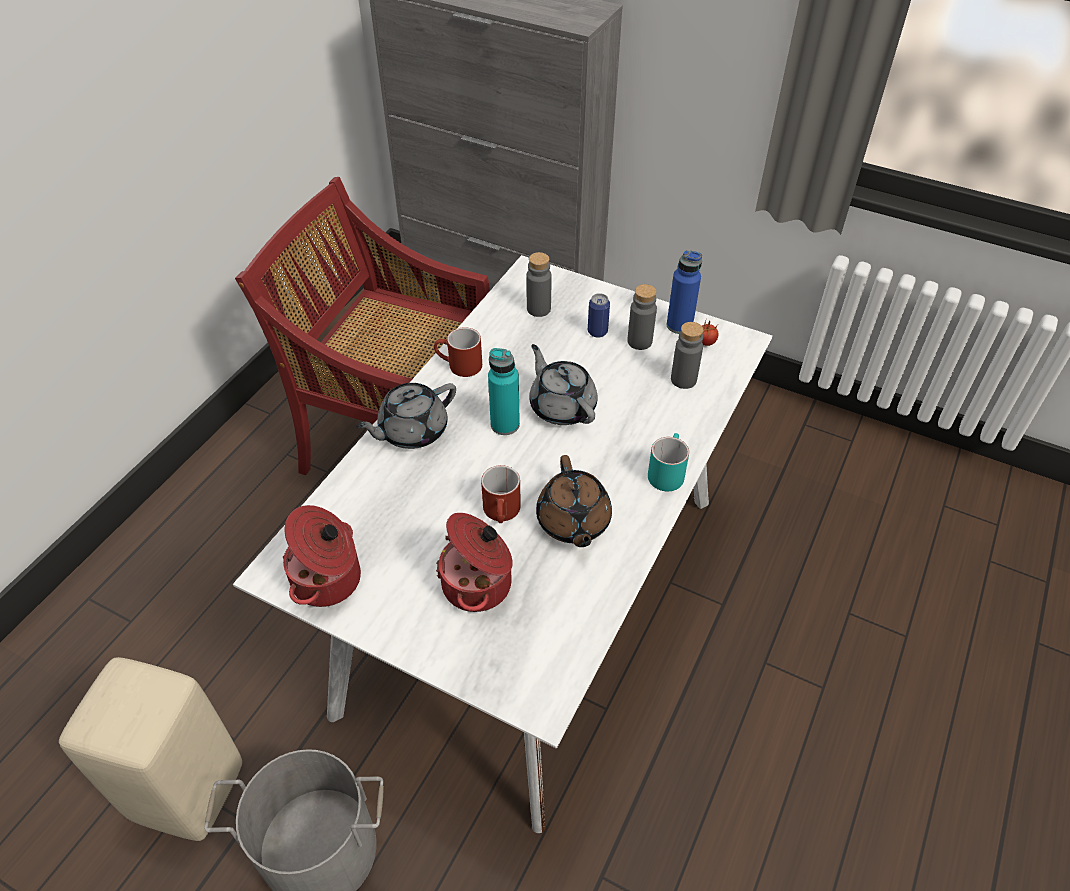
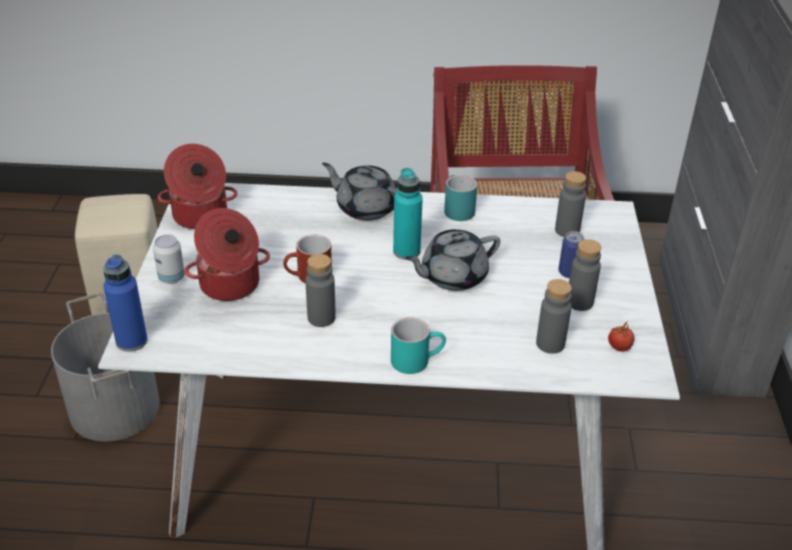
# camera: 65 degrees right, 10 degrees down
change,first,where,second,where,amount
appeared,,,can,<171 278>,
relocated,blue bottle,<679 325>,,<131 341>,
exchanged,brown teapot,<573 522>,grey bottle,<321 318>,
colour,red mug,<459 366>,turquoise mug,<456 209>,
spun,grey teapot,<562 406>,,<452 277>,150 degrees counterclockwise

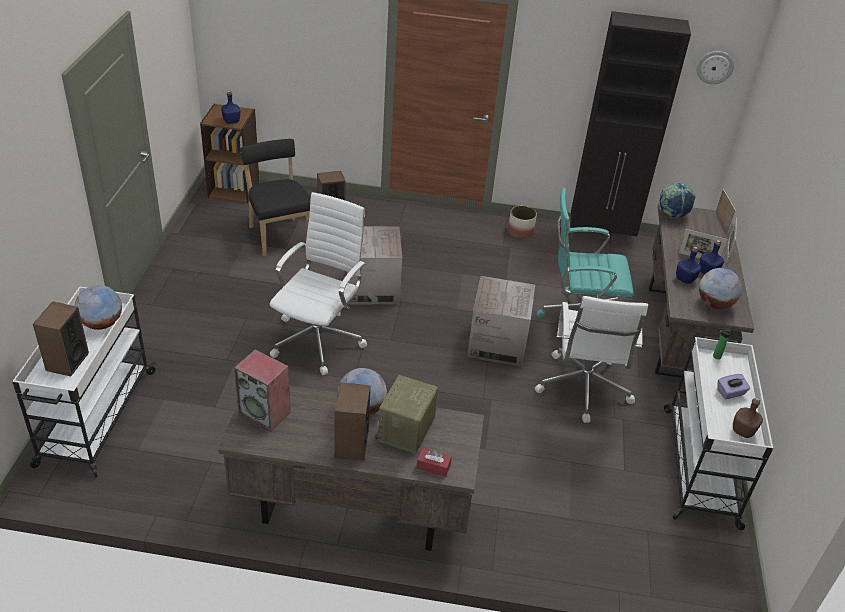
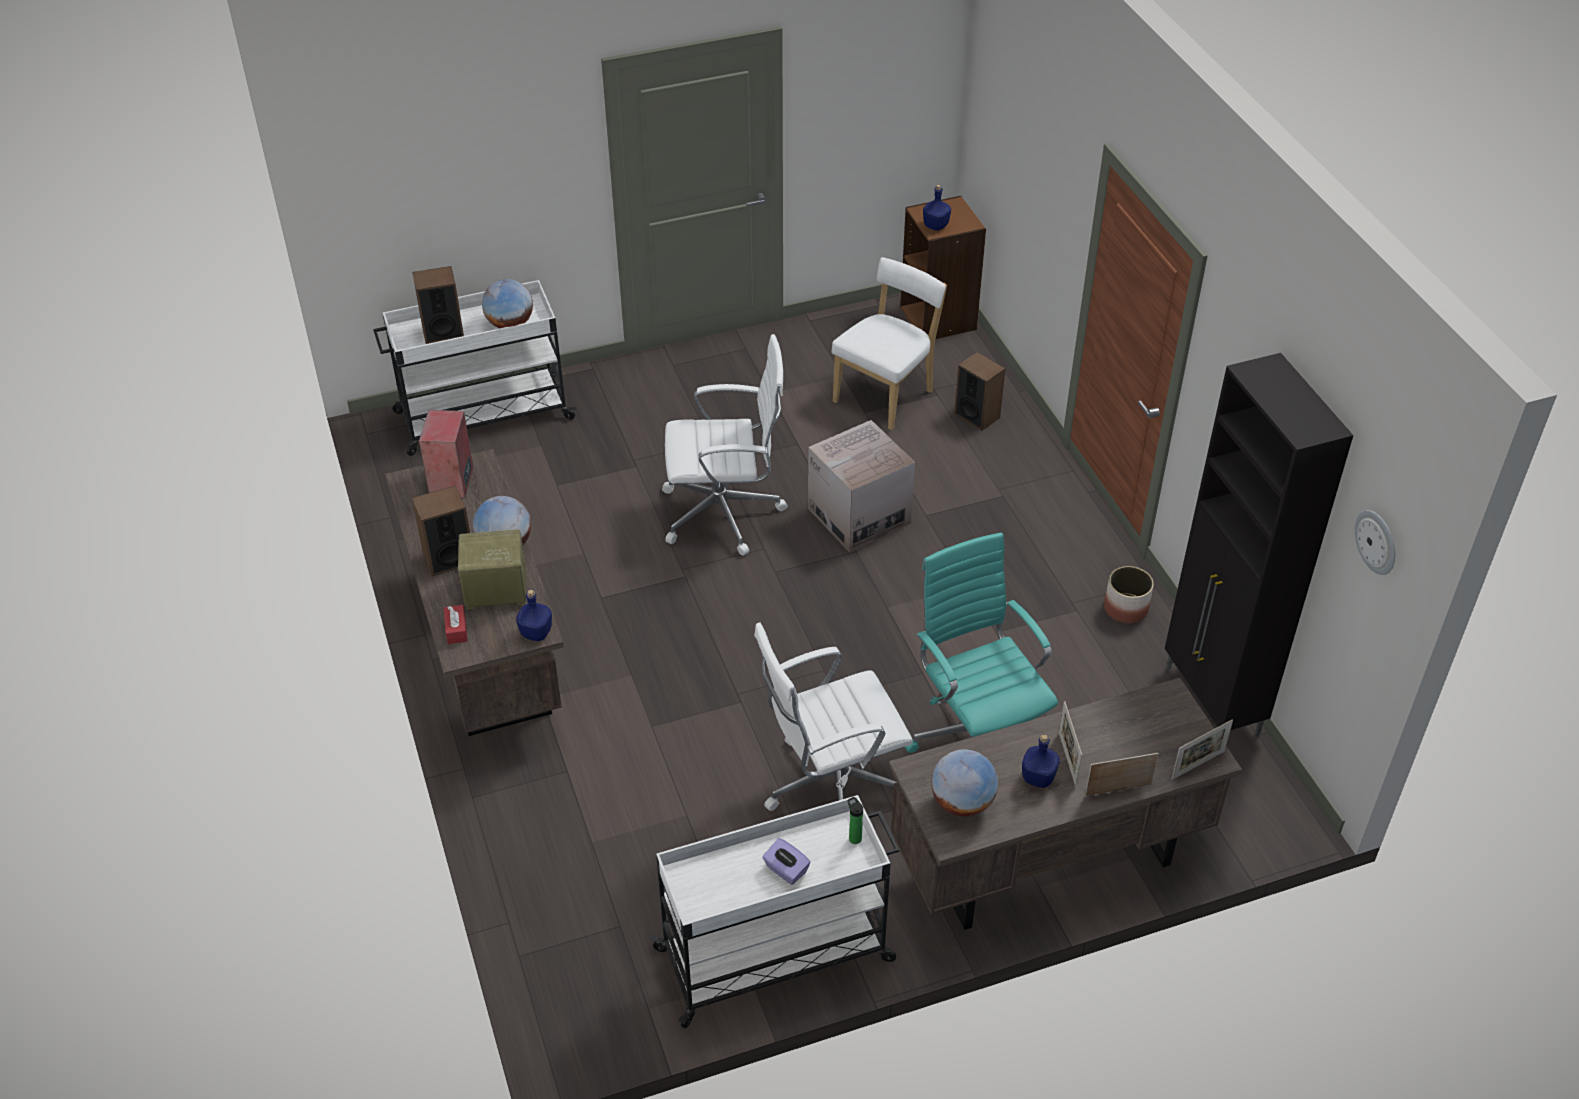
# camera: 65 degrees right, 5 degrees up
change,first,where,second,where,amount
missing,cardboard box,<497 343>,,,
missing,globe,<672 215>,,,
missing,brown bottle,<743 431>,,,
relocated,blue bottle,<685 279>,,<536 633>,
colour,black chair,<279 234>,white chair,<886 394>,

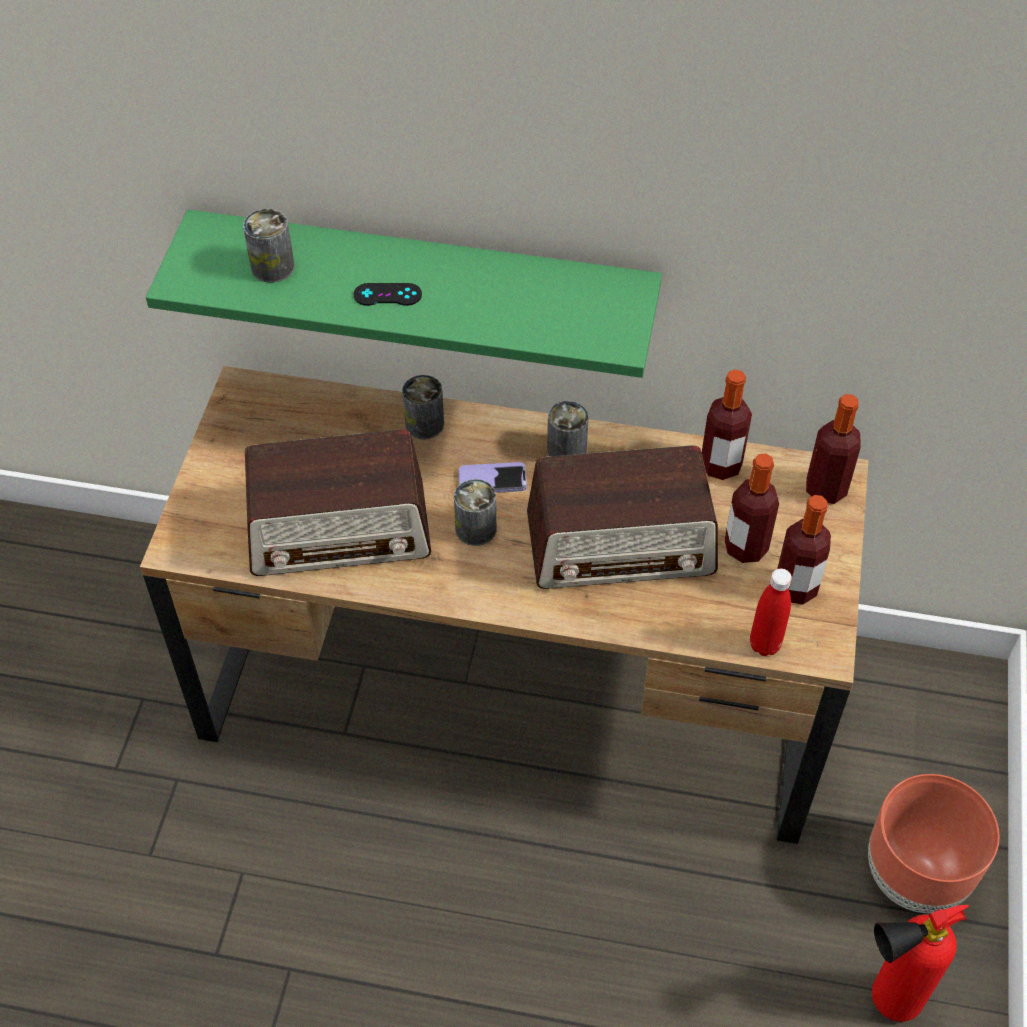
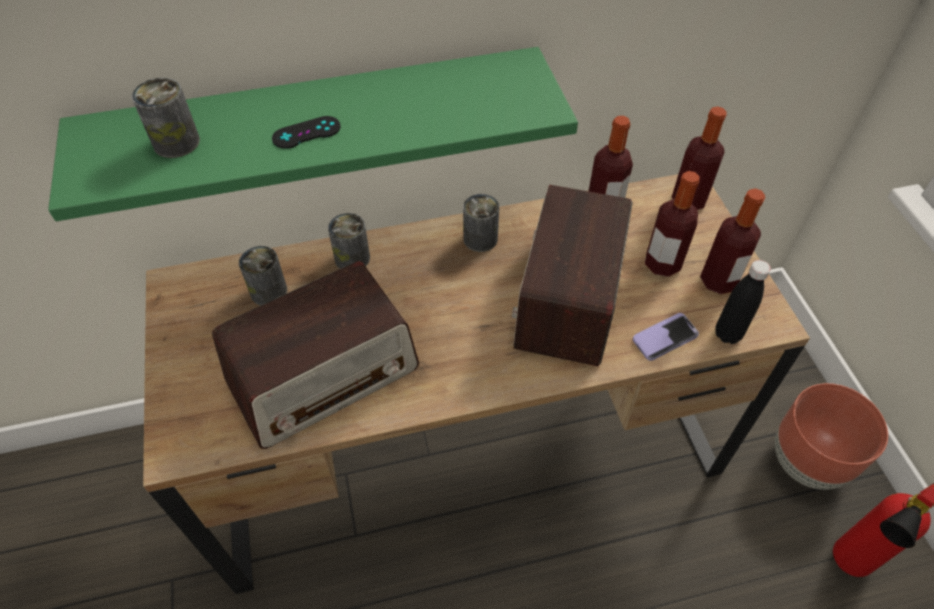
# camera: 25 degrees left, 0 degrees up
change,first,where,second,where,amount
relocated,can,<476 529>,,<269 291>,
relocated,phone,<492 480>,,<665 338>,
colour,red bottle,<764 644>,black bottle,<727 334>,
spun,radio,<621 544>,,<568 297>,135 degrees clockwise

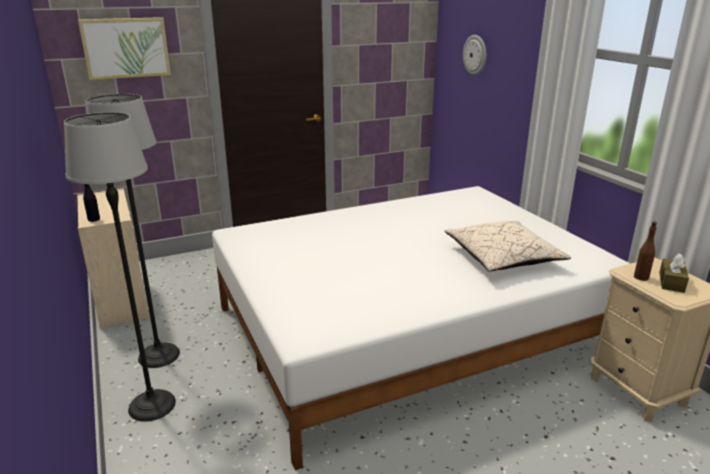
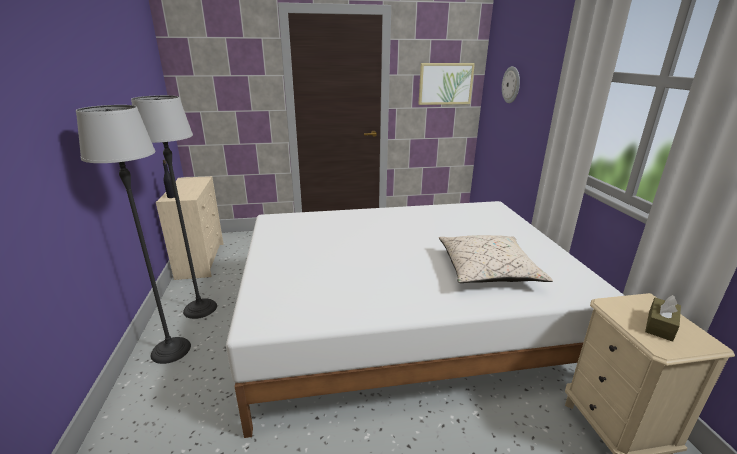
# camera: 15 degrees right, 0 degrees up
change,first,where,second,where,amount
missing,brown bottle,<641 277>,,,
relocated,picture,<126 48>,,<445 84>,

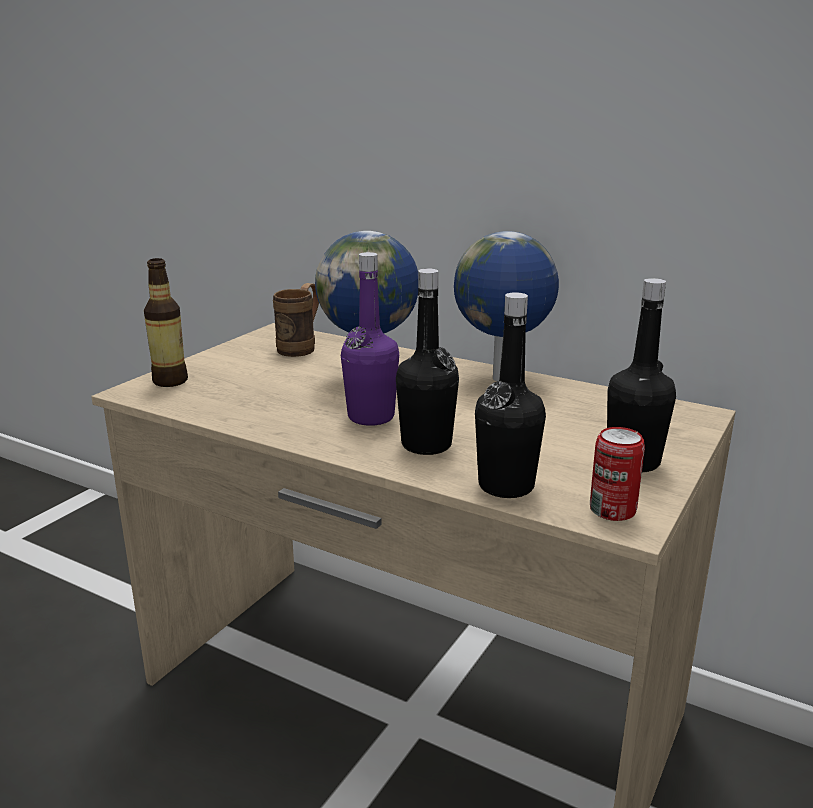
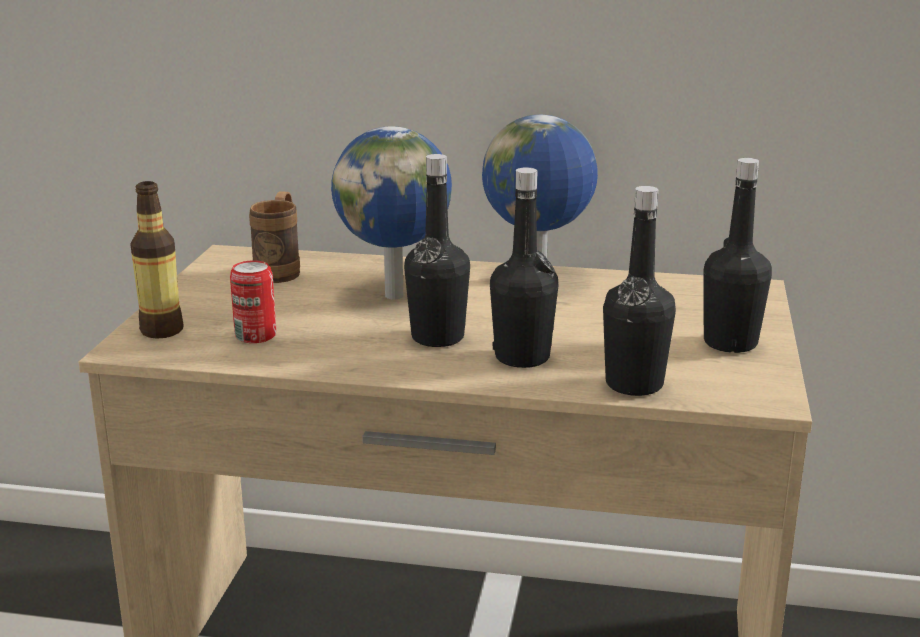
# camera: 20 degrees left, 0 degrees up
change,first,where,second,where,amount
relocated,can,<612 510>,,<255 336>,
colour,purple bottle,<371 417>,black bottle,<437 337>,

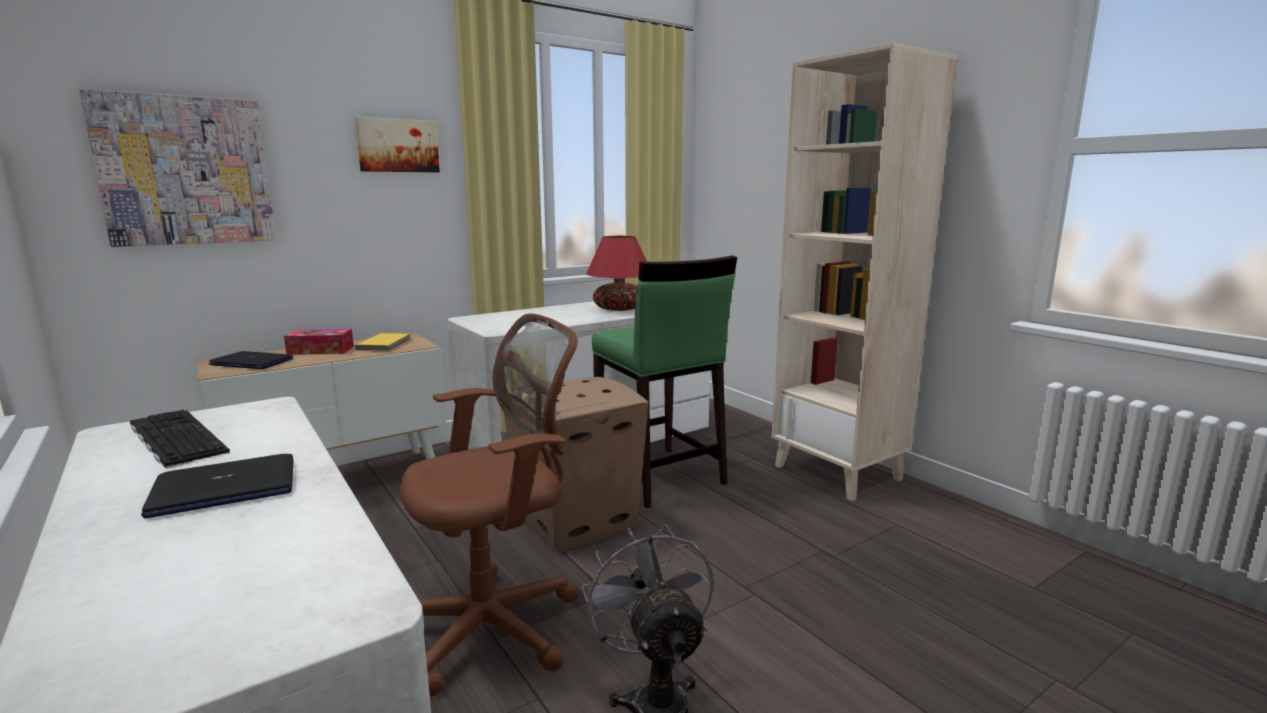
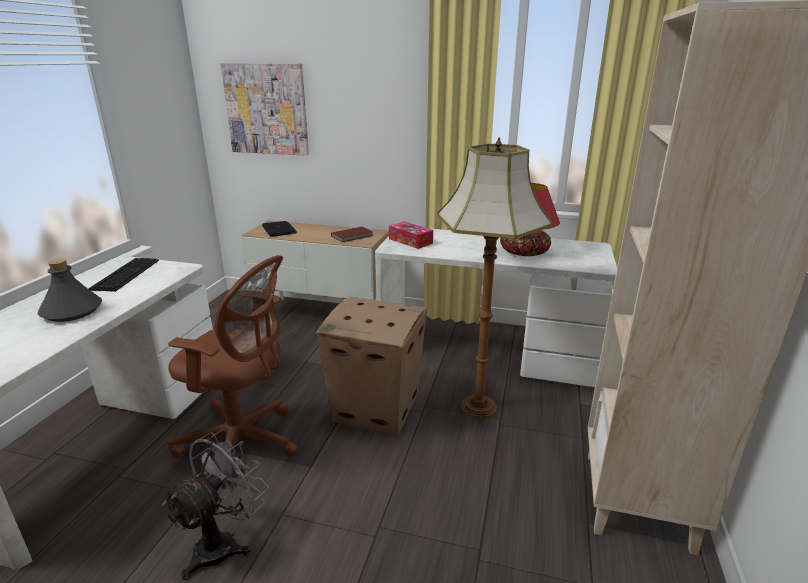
# camera: 50 degrees right, 10 degrees up
change,first,where,second,where,amount
missing,picture,<397 146>,,,
relocated,tissue box,<320 350>,,<410 241>,
exchanged,laptop,<224 488>,grey bottle,<72 311>,
exchanged,green stool,<658 477>,floor lamp,<478 408>,
colour,yellow book,<385 344>,brown book,<353 236>,

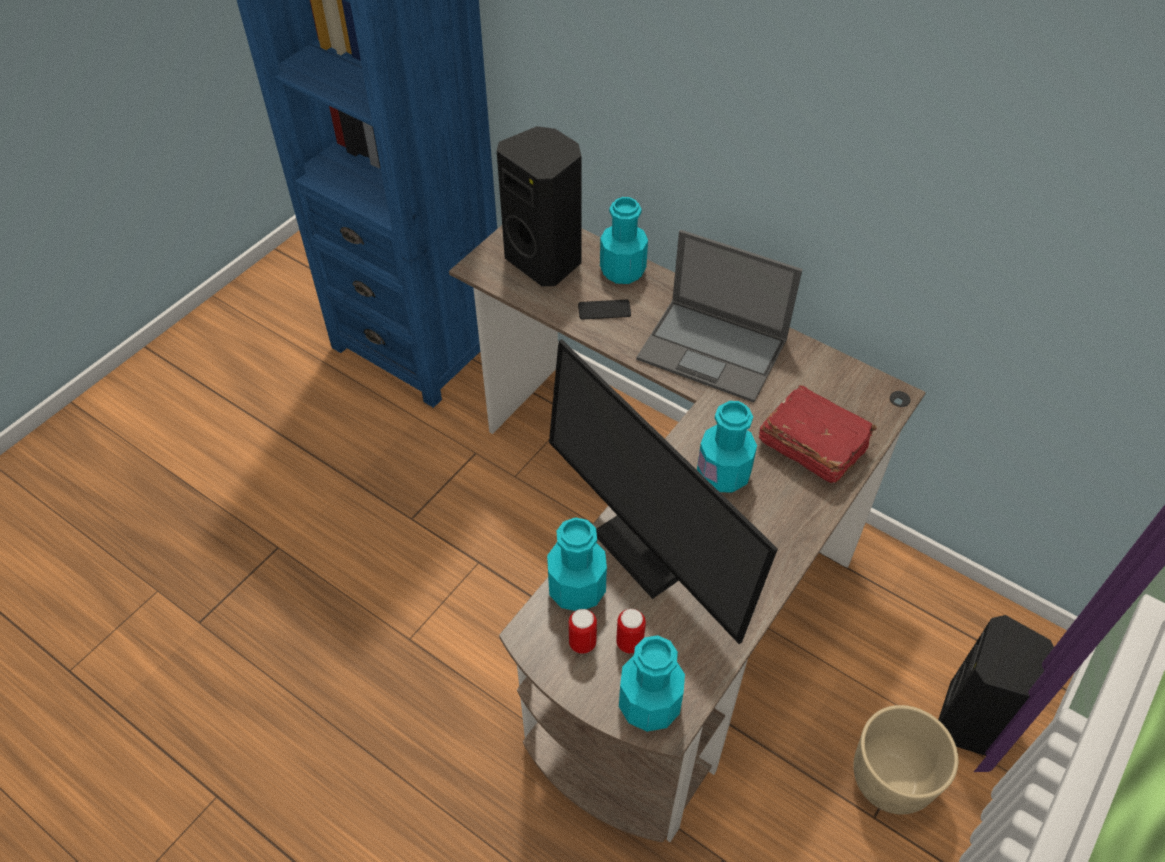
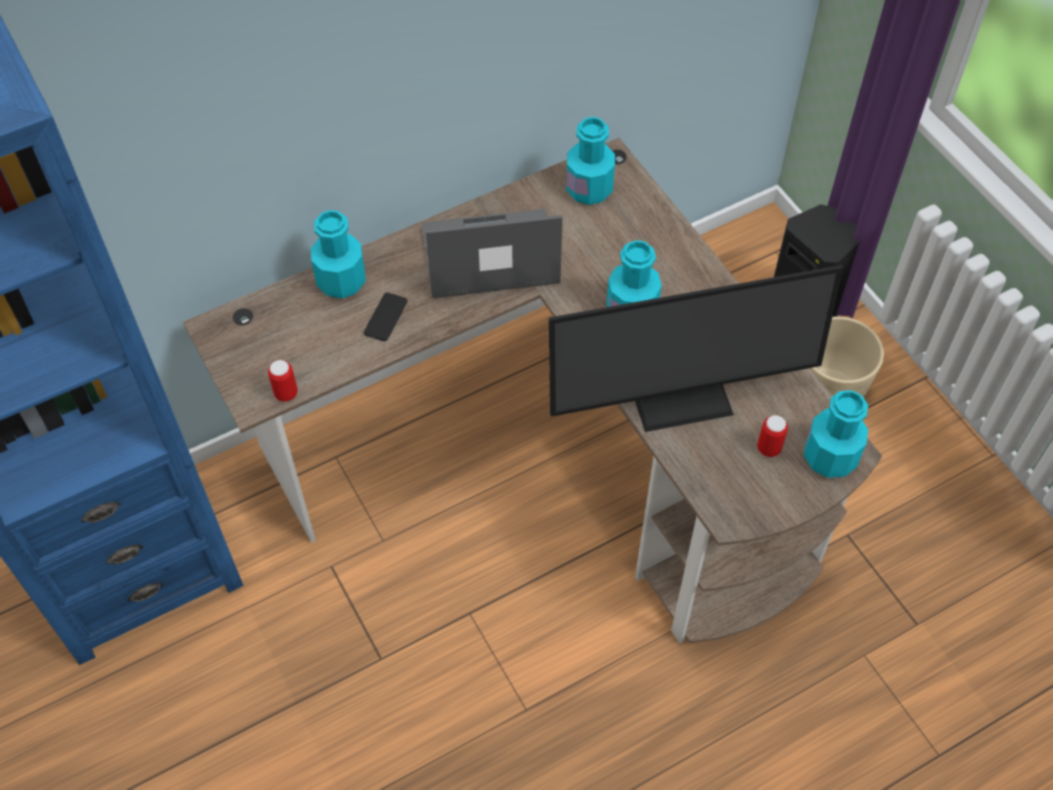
# camera: 65 degrees left, 5 degrees up
change,first,where,second,where,amount
missing,black speaker,<546 260>,,,
missing,red book,<811 445>,,,
relocated,turquoise bottle,<577 589>,,<589 189>,
relocated,can,<582 643>,,<286 393>,
spun,laptop,<714 349>,,<488 255>,150 degrees counterclockwise

